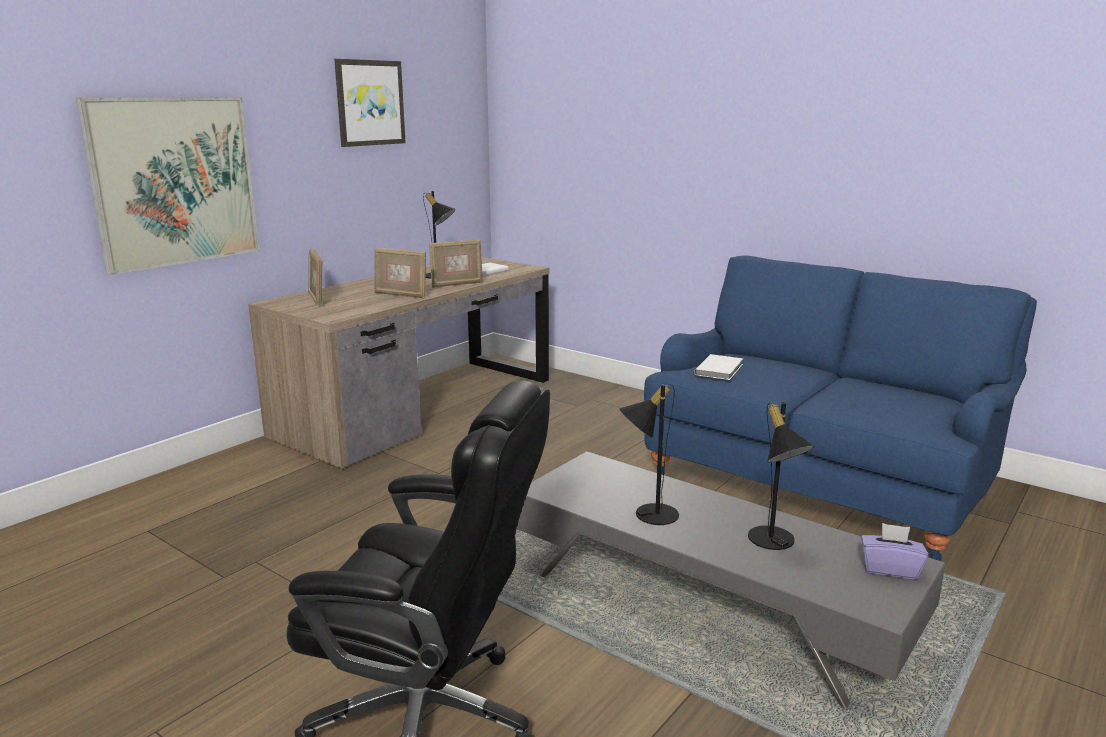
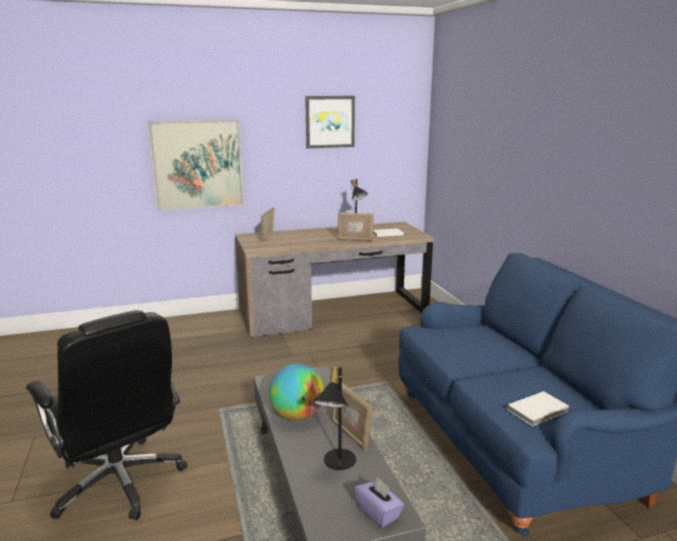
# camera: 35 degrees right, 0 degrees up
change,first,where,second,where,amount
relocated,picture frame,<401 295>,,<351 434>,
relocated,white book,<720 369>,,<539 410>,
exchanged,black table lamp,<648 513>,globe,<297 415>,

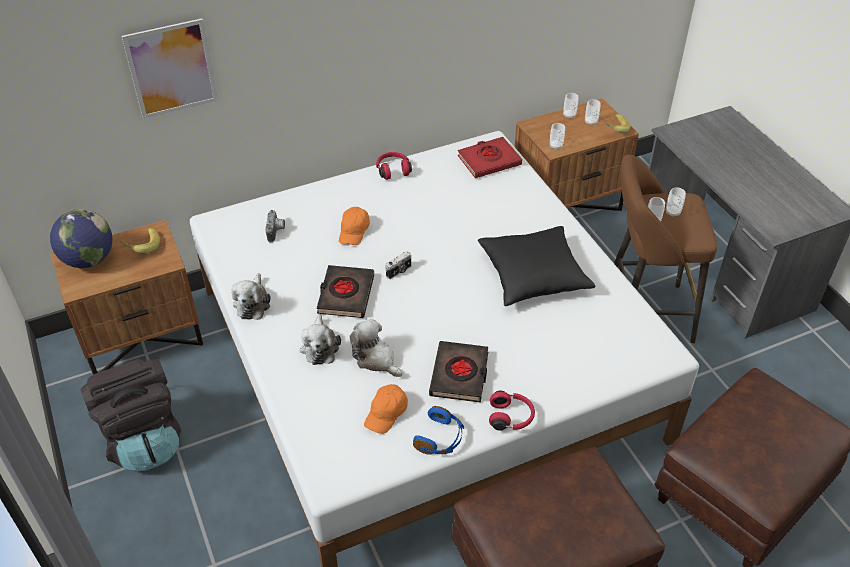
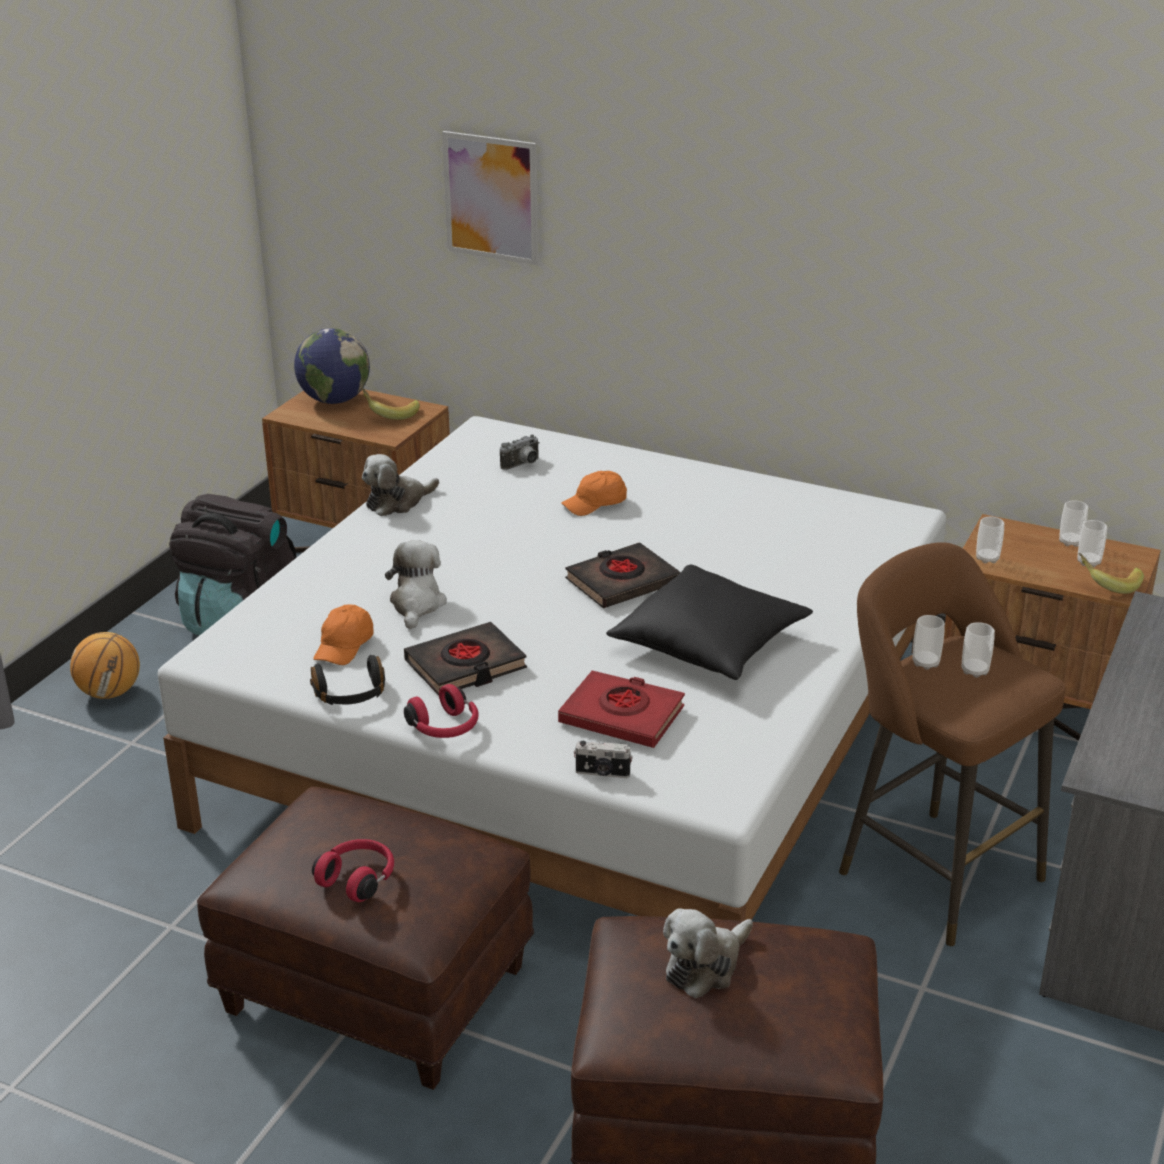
# camera: 50 degrees right, 15 degrees down
change,first,where,second,where,amount
appeared,,,basketball,<110 693>,
relocated,plush toy,<320 347>,,<705 965>,
relocated,black book,<345 295>,,<622 582>,
relocated,red headphones,<393 170>,,<358 879>,
relocated,photo camera,<399 271>,,<602 773>,
relocated,red book,<489 161>,,<622 716>,
colour,blue headphones,<440 438>,black headphones,<350 695>,
spun,orange cap,<386 413>,,<344 646>,60 degrees counterclockwise

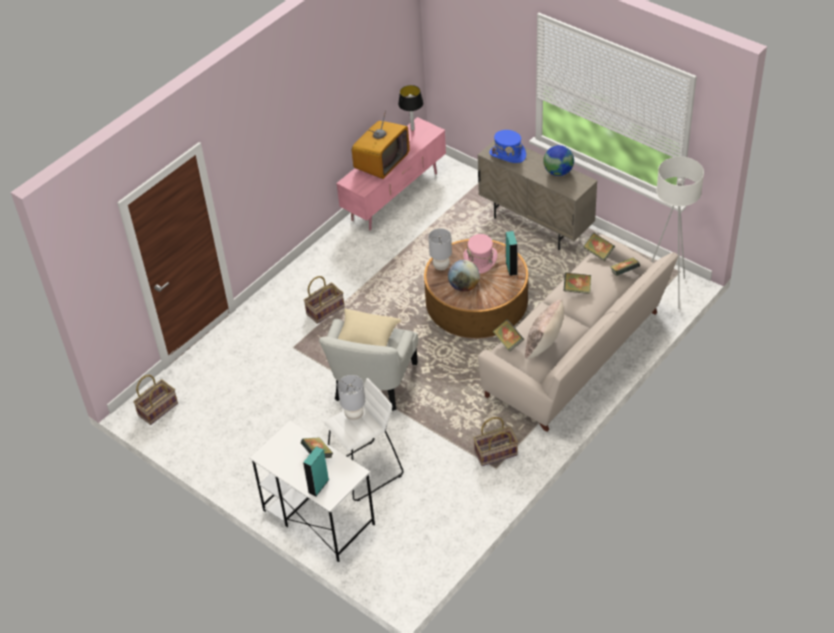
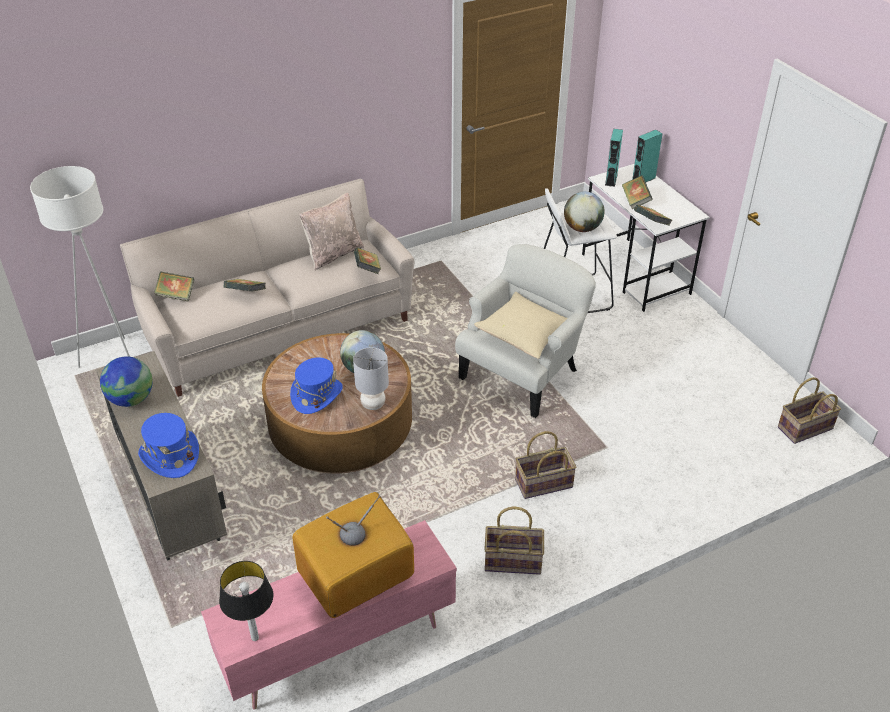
# camera: 160 degrees left, 5 degrees down
change,first,where,second,where,amount
relocated,basket,<495 454>,,<513 560>,
relocated,turquoise speaker,<511 268>,,<611 179>,
relocated,book,<598 253>,,<651 224>,
exchanged,grey table lamp,<354 415>,globe,<582 228>,
colour,pink hat,<480 260>,blue hat,<316 395>,

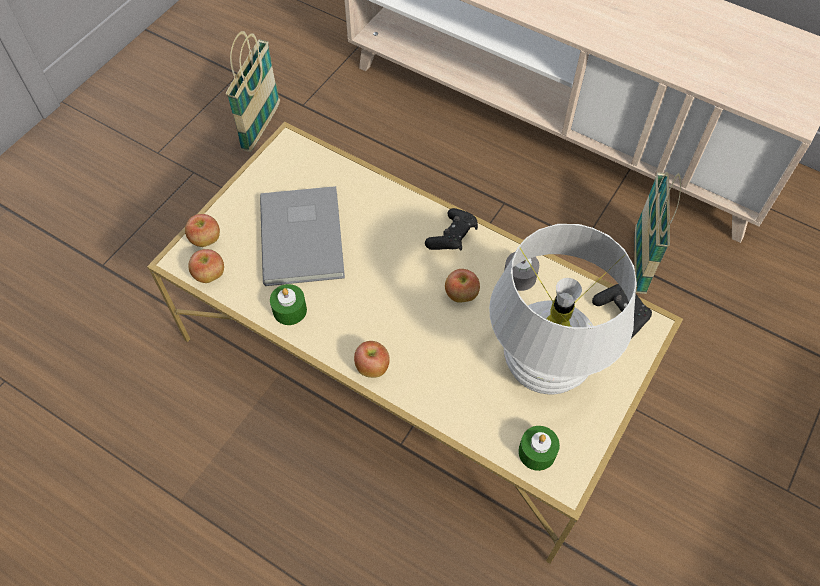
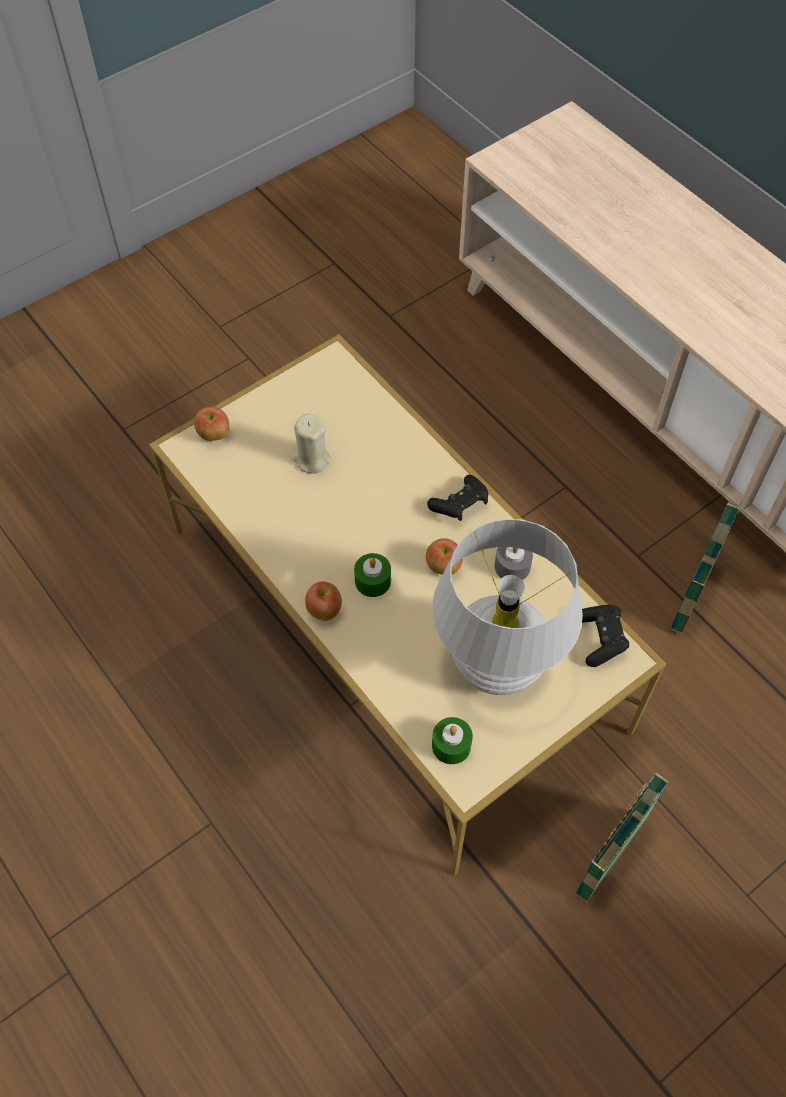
# camera: 20 degrees right, 0 degrees up
change,first,where,second,where,amount
missing,apple,<210 276>,,,
relocated,basket,<261 127>,,<610 857>,
relocated,green candle,<289 310>,,<373 581>,
exchanged,grey book,<305 236>,beige candle,<311 459>,

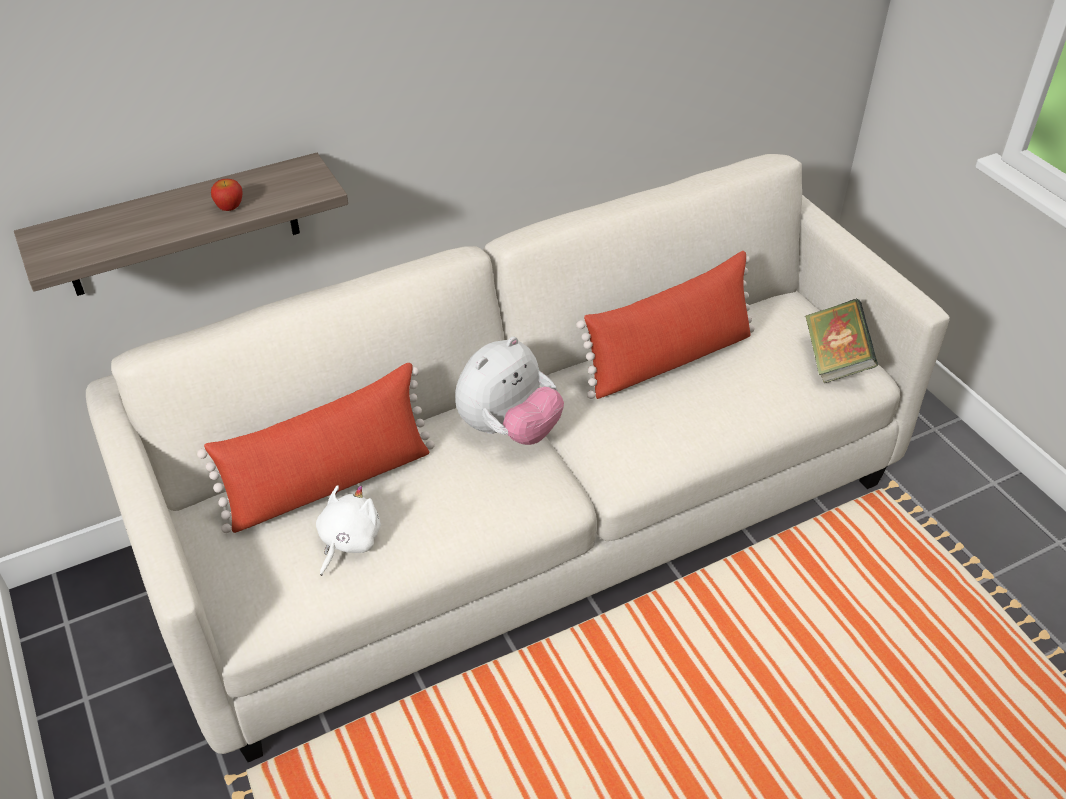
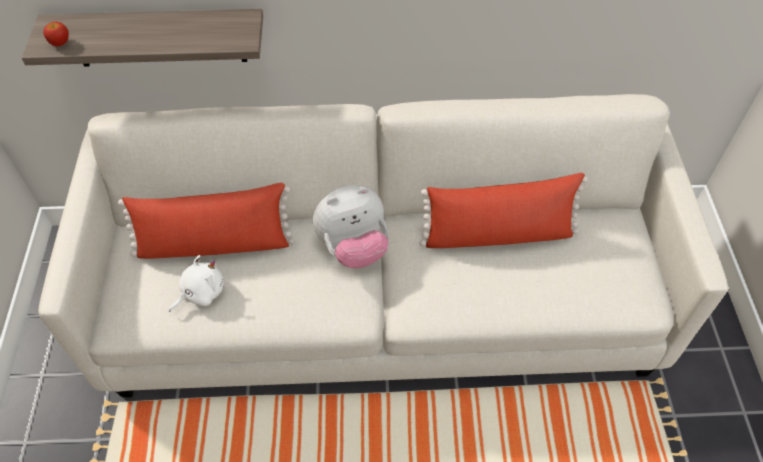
# camera: 25 degrees right, 10 degrees up
change,first,where,second,where,amount
missing,book,<835 360>,,,
relocated,apple,<230 207>,,<60 42>,

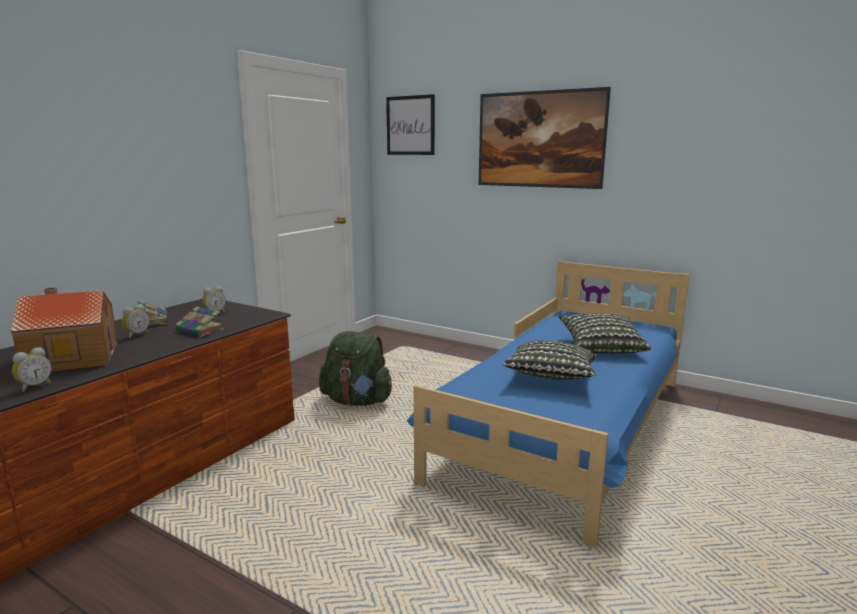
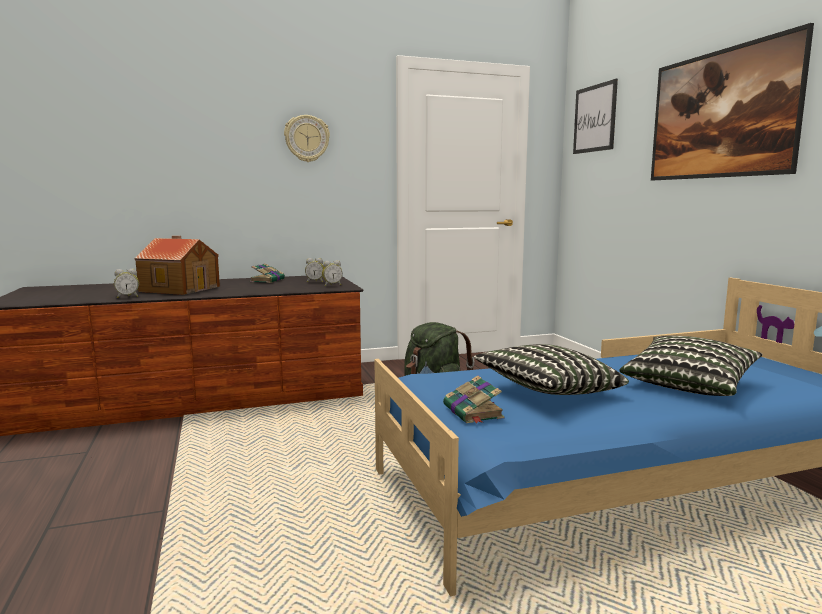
# camera: 40 degrees right, 5 degrees down
change,first,where,second,where,amount
appeared,,,wall clock,<307 138>,
relocated,alarm clock,<136 335>,,<332 285>,
relocated,book,<201 330>,,<473 412>,

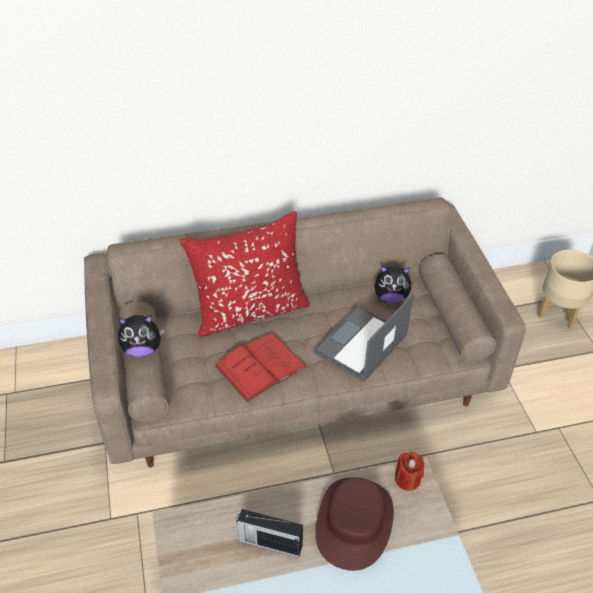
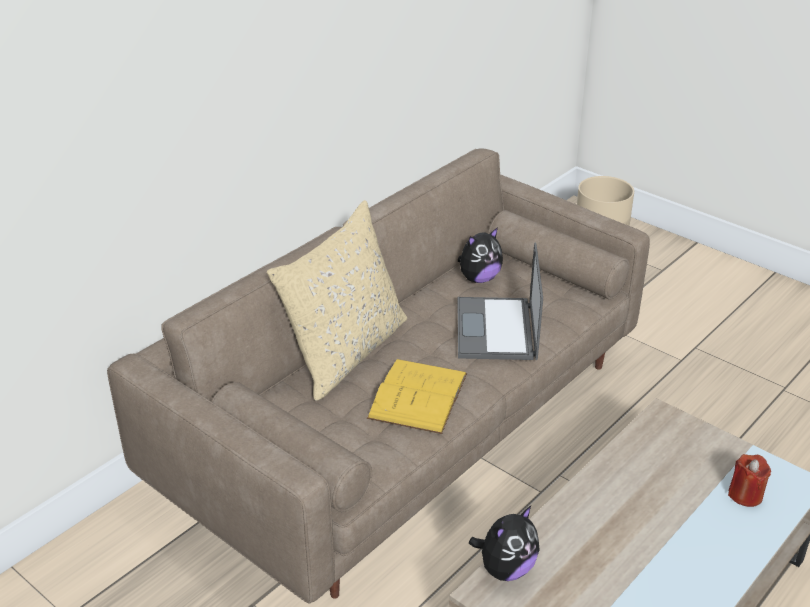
# camera: 35 degrees left, 10 degrees down
change,first,where,second,where,amount
missing,radio,<269 543>,,,
missing,brown hat,<354 523>,,,
relocated,plush toy,<142 349>,,<505 568>,
relocated,red candle,<407 479>,,<745 495>,
colour,red pillow,<249 311>,beige pillow,<345 352>,
colour,red book,<260 366>,yellow book,<418 396>,

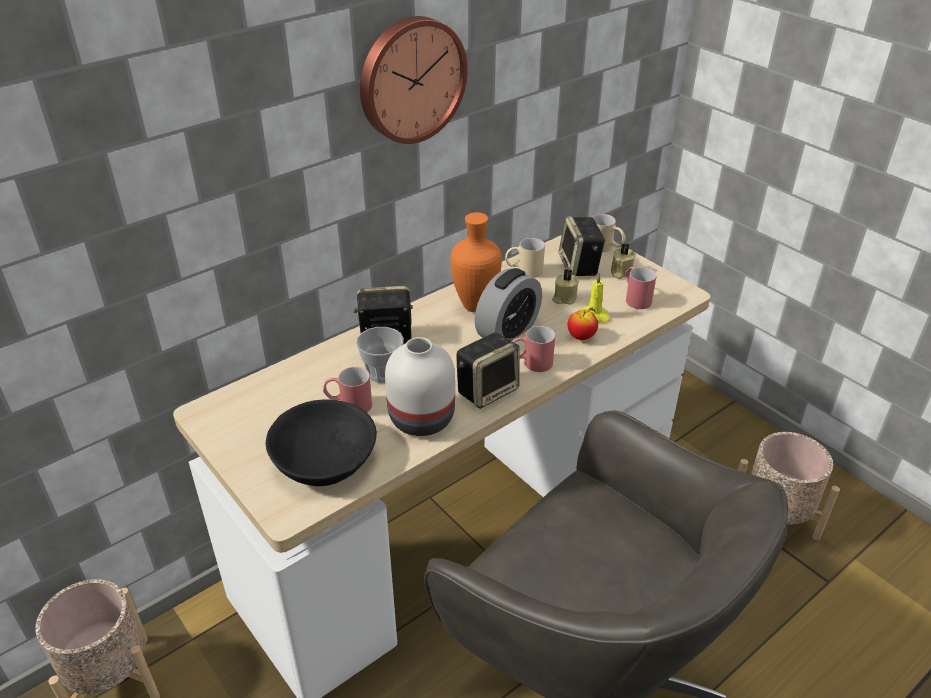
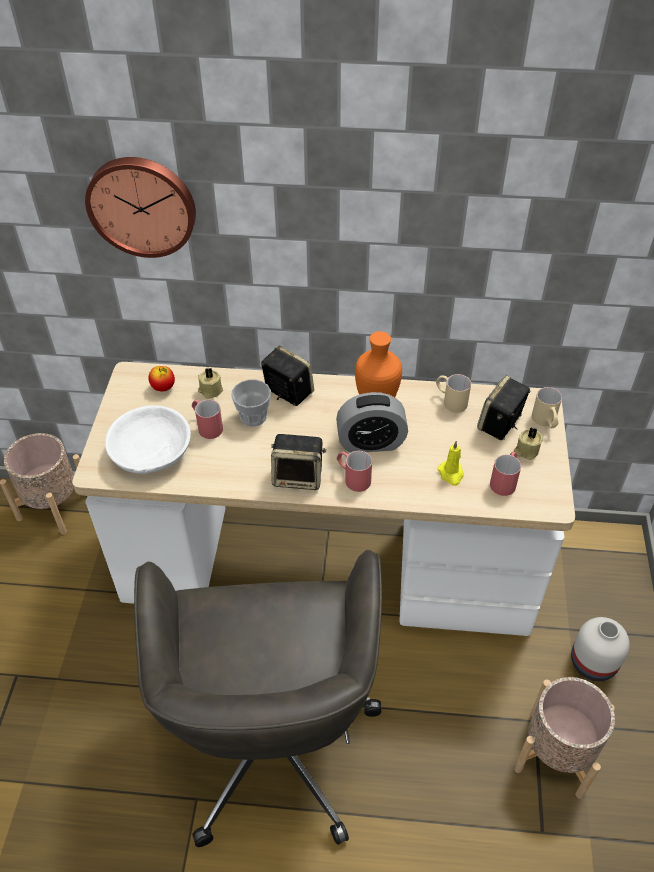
# camera: 45 degrees right, 10 degrees up
change,first,where,second,where,amount
relocated,wall clock,<410 79>,,<142 205>,
relocated,white vase,<420 418>,,<592 661>,
relocated,beige candle,<564 298>,,<210 390>,
relocated,apple,<581 337>,,<163 388>,
colour,black bowl,<324 459>,white bowl,<151 452>,

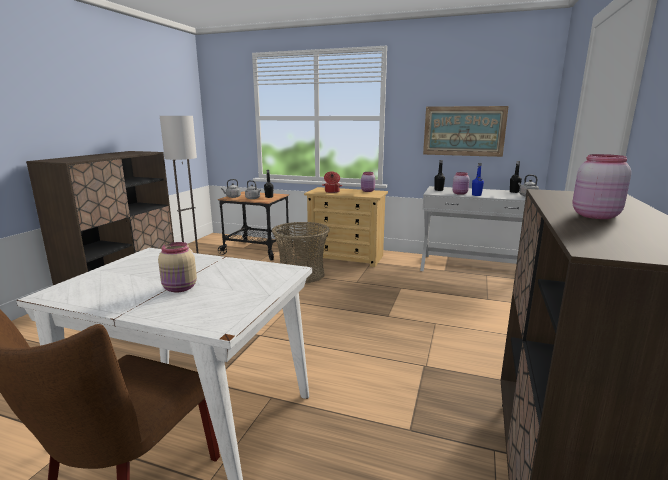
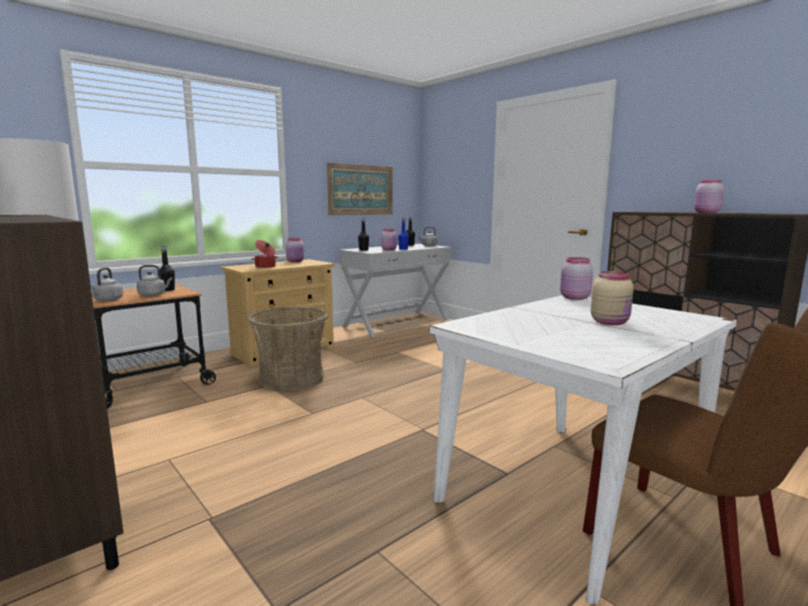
# camera: 60 degrees left, 5 degrees down
change,first,where,second,where,amount
appeared,,,pink jar,<574 298>,

